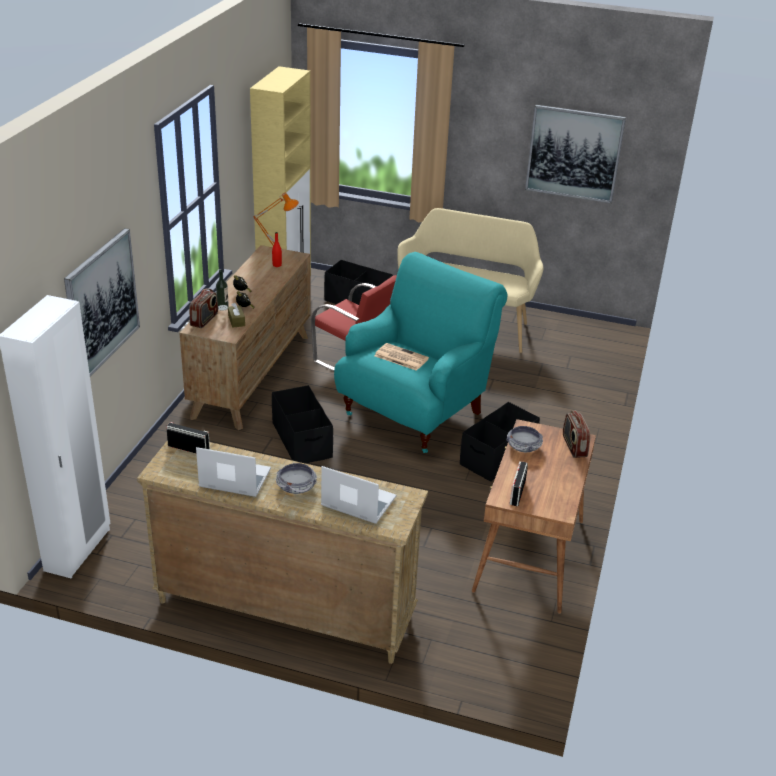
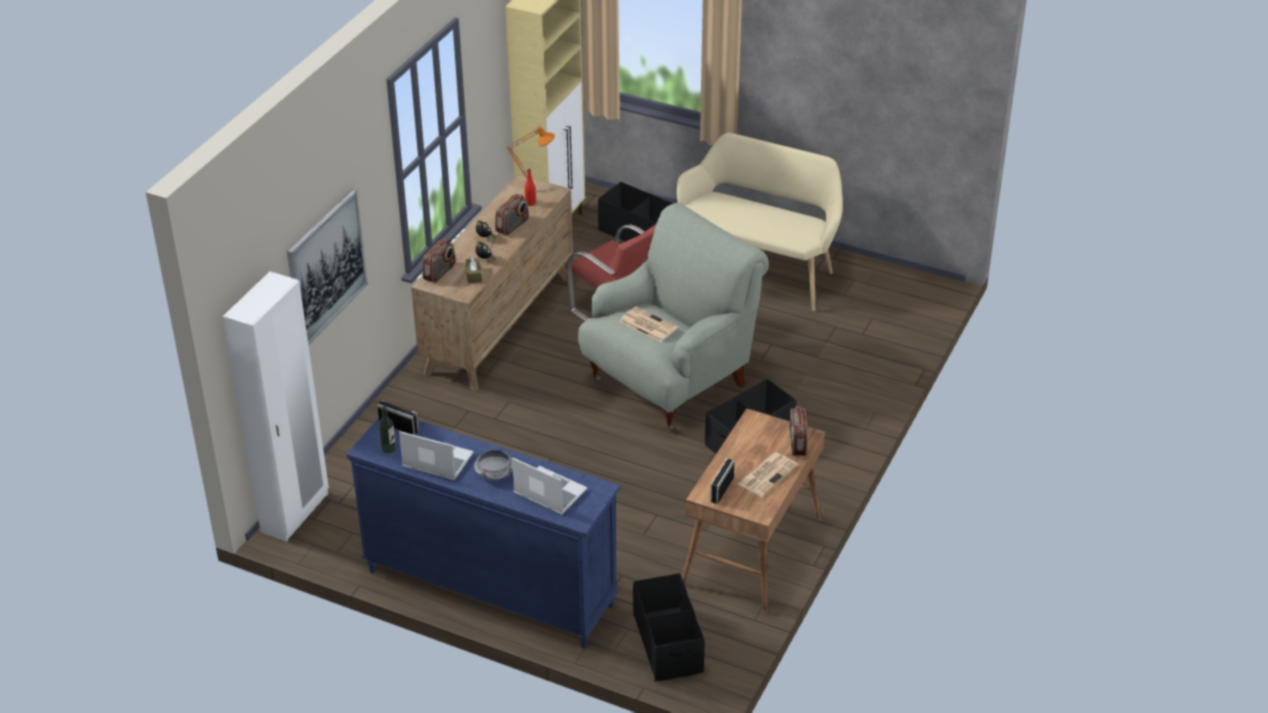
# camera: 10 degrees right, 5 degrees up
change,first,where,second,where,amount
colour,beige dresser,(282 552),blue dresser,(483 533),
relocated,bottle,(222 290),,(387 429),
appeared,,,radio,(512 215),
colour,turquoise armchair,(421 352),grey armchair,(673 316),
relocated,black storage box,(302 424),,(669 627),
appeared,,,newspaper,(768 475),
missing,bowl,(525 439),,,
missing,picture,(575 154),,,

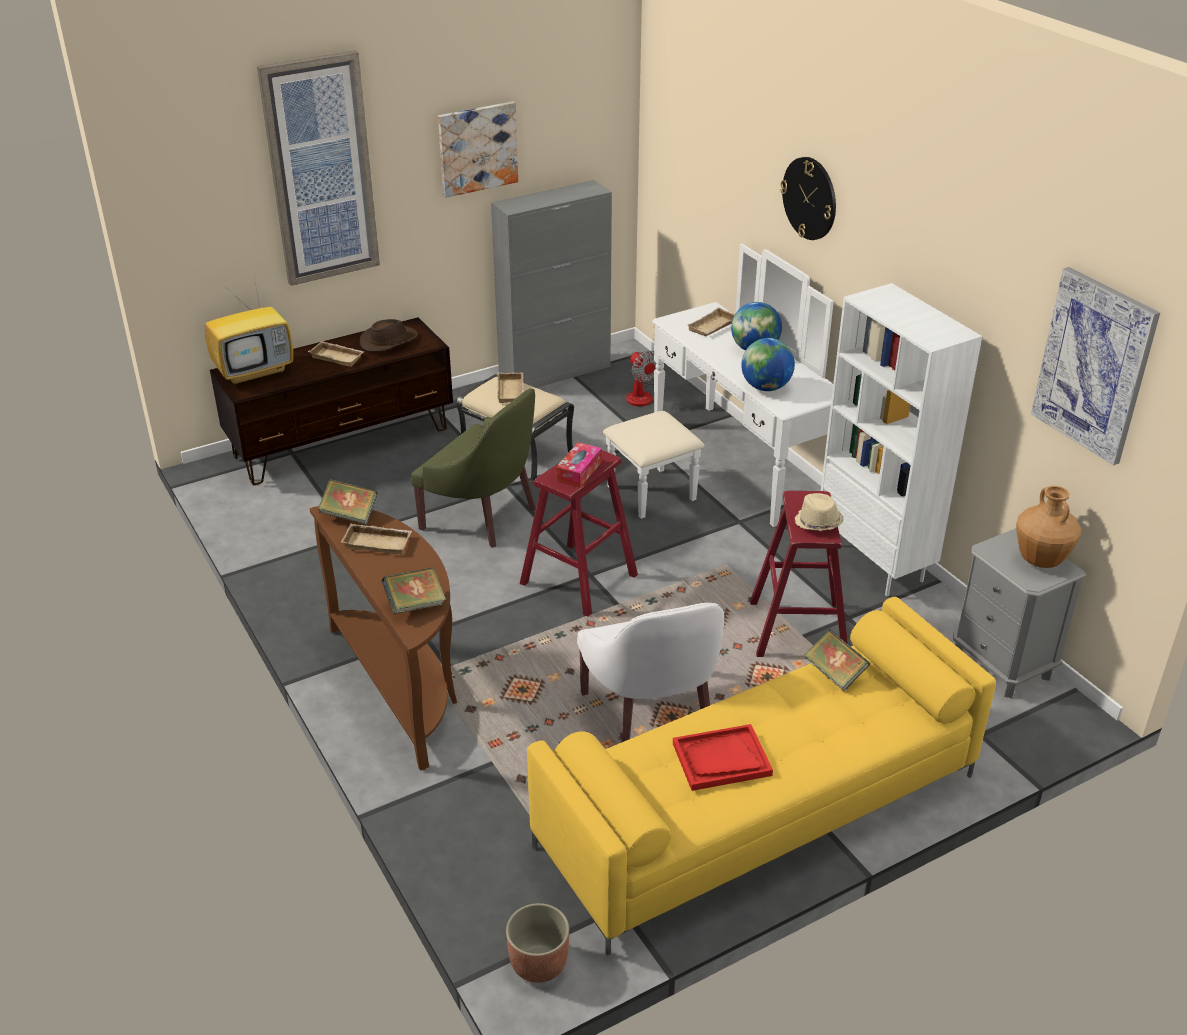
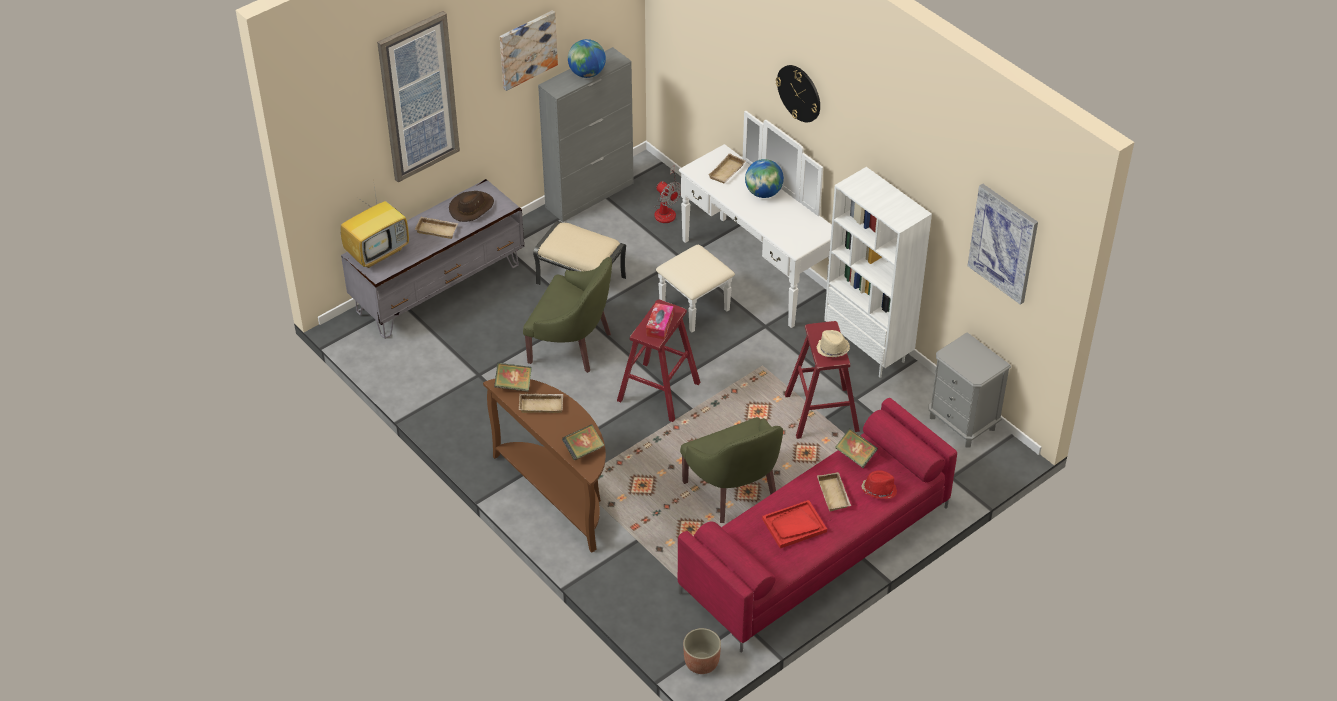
# camera: 10 degrees left, 10 degrees up
change,first,where,second,where,amount
colour,brown tv stand,(331 401),grey tv stand,(432 259),
relocated,globe,(768 364),,(587 58),
colour,yellow sofa,(761 776),red sofa,(817 525),
colour,white armchair,(650 672),green armchair,(731 470),
relocated,beige tray,(510 387),,(834 491),
appeared,,,red hat,(879 484),
missing,brown vase,(1049 527),,,

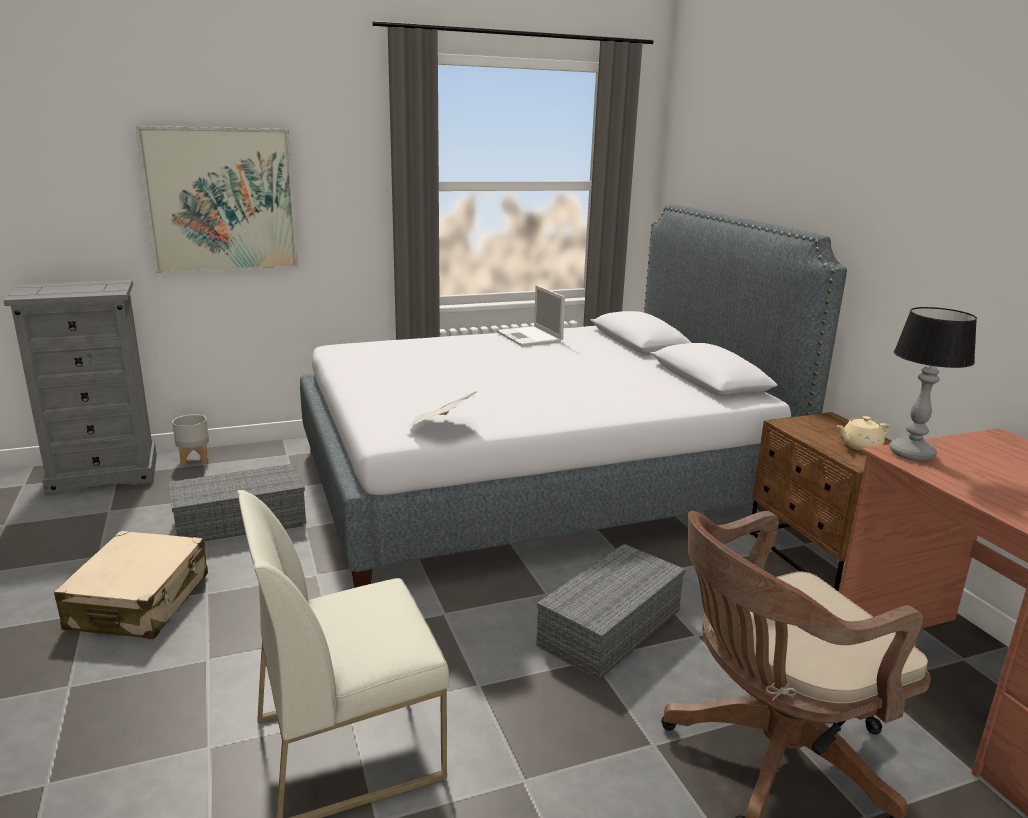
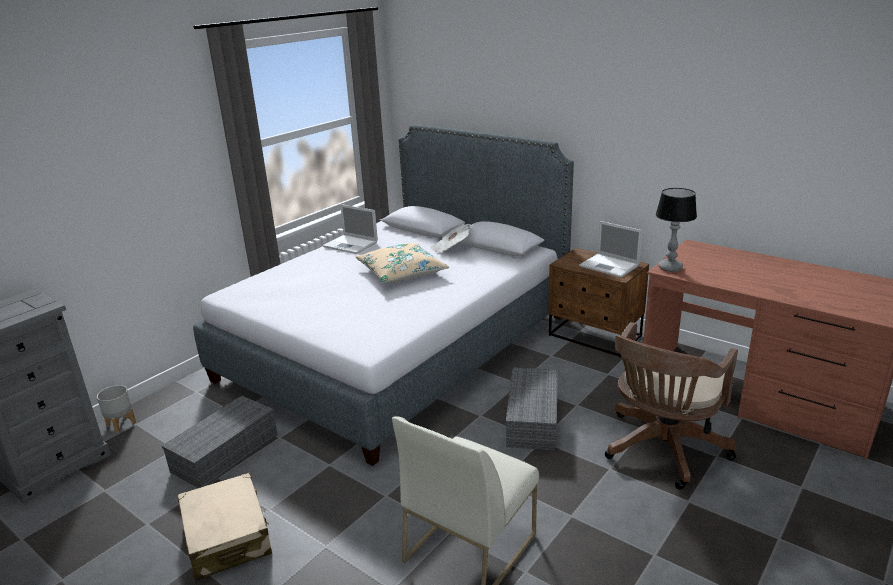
# camera: 30 degrees left, 5 degrees up
change,first,where,second,where,amount
appeared,,,beige pillow,(402 263),
relocated,newspaper,(443 409),,(451 238),
exchanged,beige teapot,(863 433),laptop,(611 249),
missing,picture,(217 200),,,

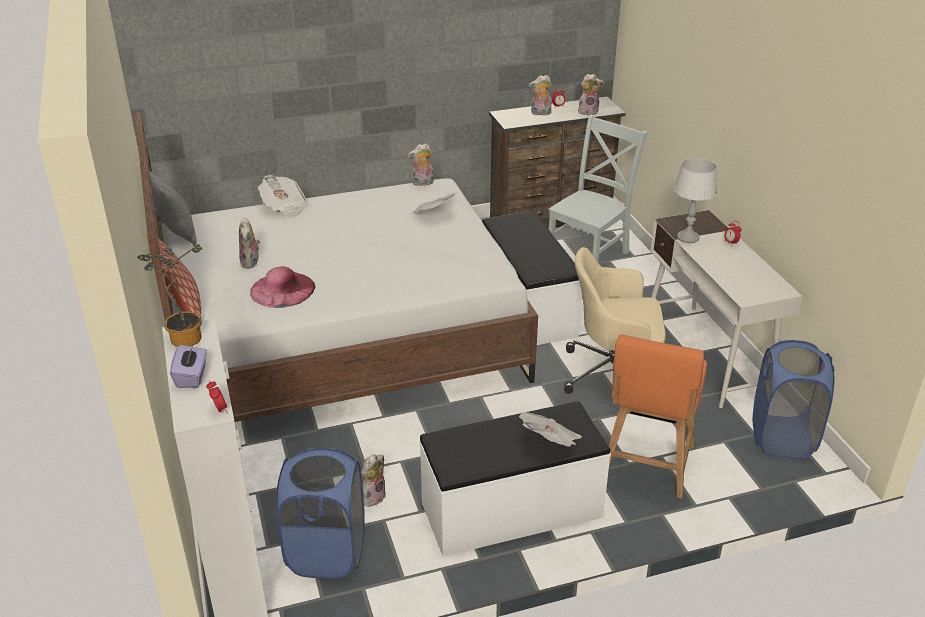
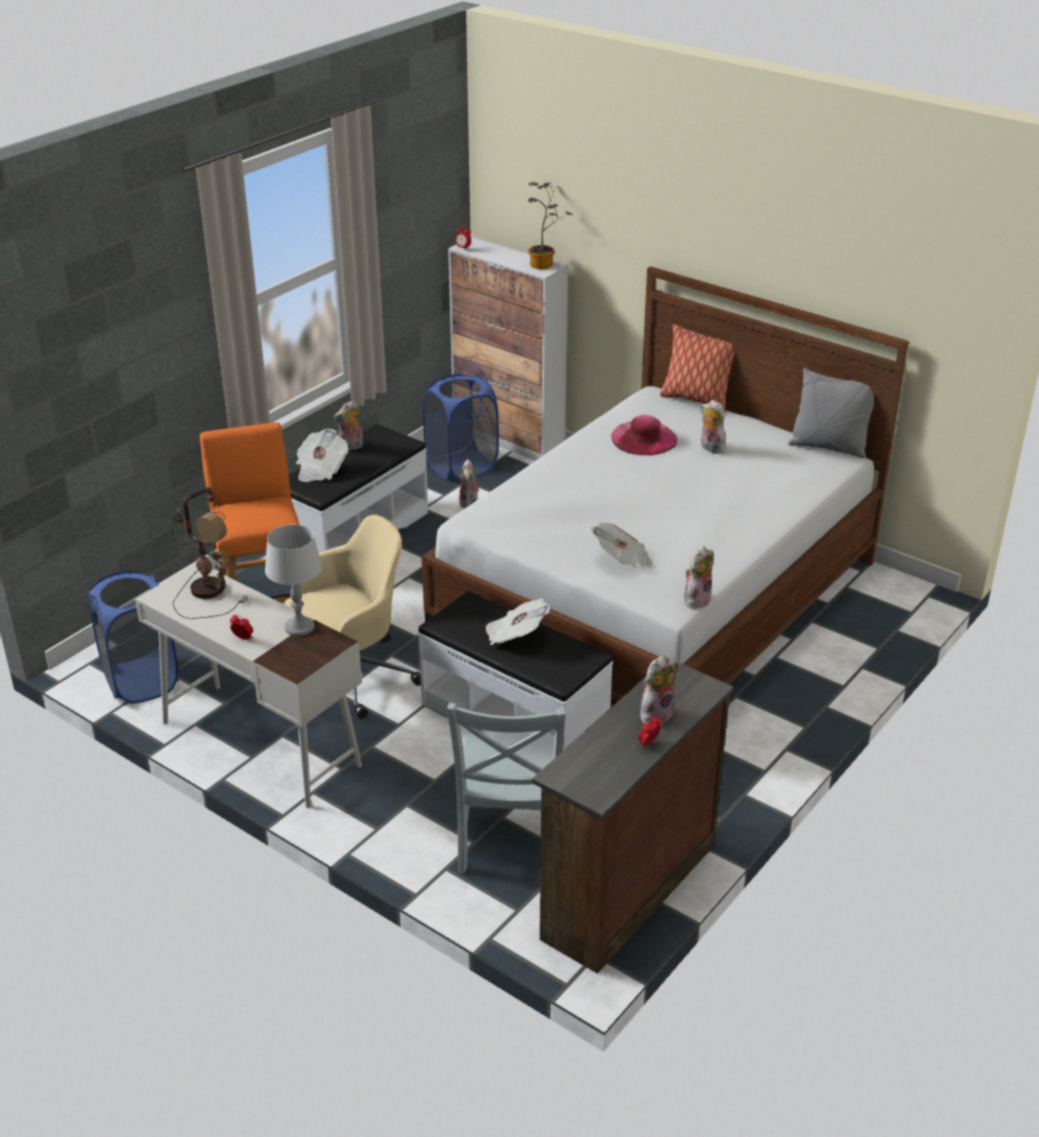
# camera: 145 degrees right, 0 degrees up
change,first,where,second,where,amount
appeared,,,table lamp,(210 553),
relocated,plush toy,(591 94),,(348 426),
relocated,newspaper,(283 196),,(518 622),
missing,purple tissue box,(188 366),,,

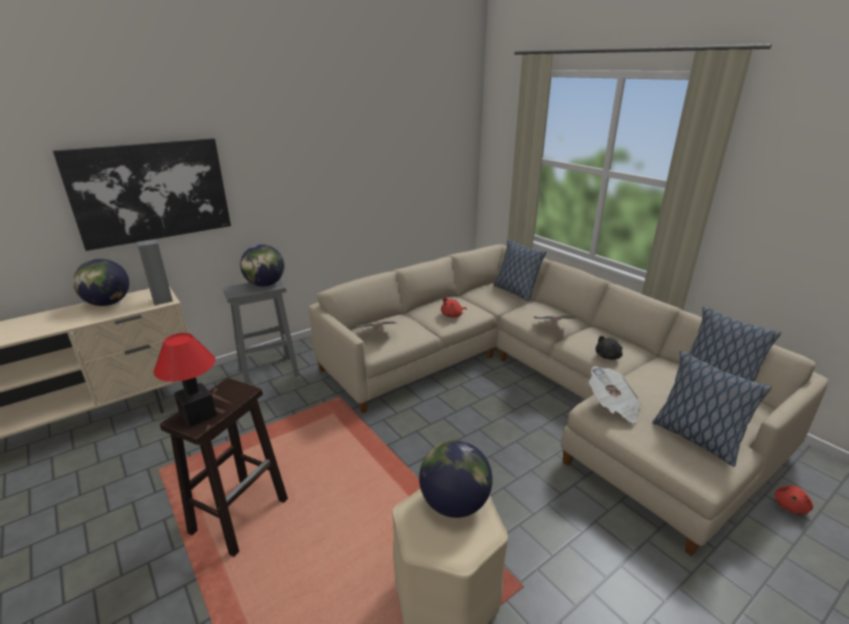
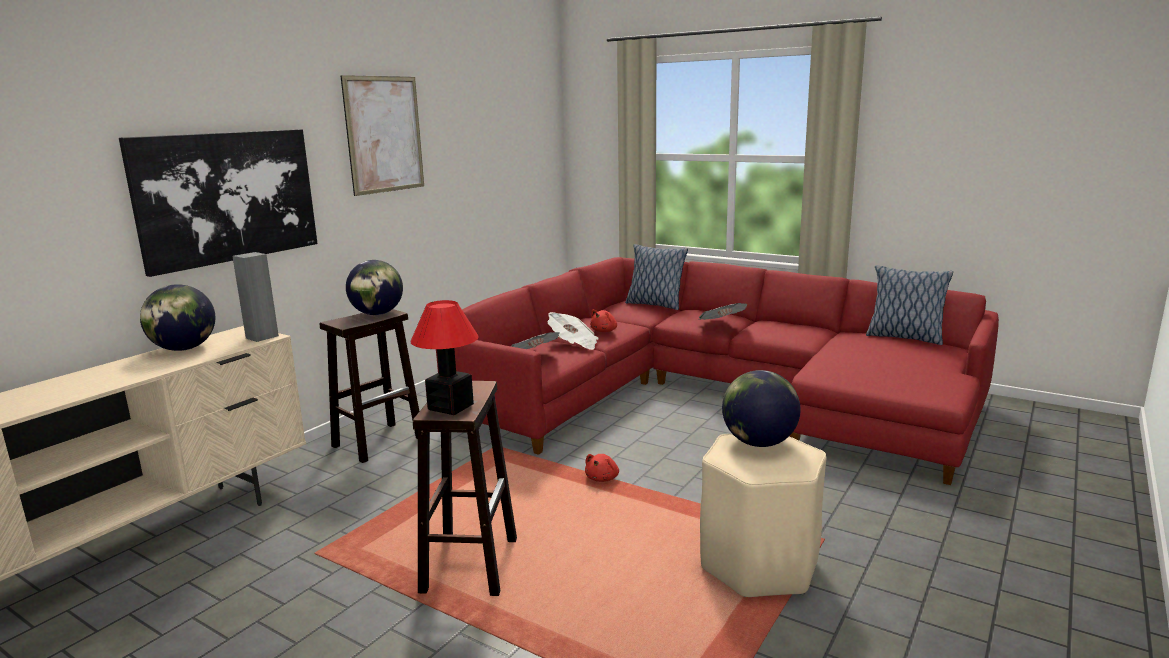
# camera: 20 degrees left, 10 degrees down
change,first,where,second,where,amount
colour,grey stool,(261 332),brown stool,(370 386),
appeared,,,picture,(382 135),
colour,beige sofa,(568 400),red sofa,(717 371),
relocated,newspaper,(615 394),,(572 331),
relocated,red plush toy,(794 500),,(602 468),
missing,black plush toy,(609 348),,,
missing,pillow,(712 408),,,

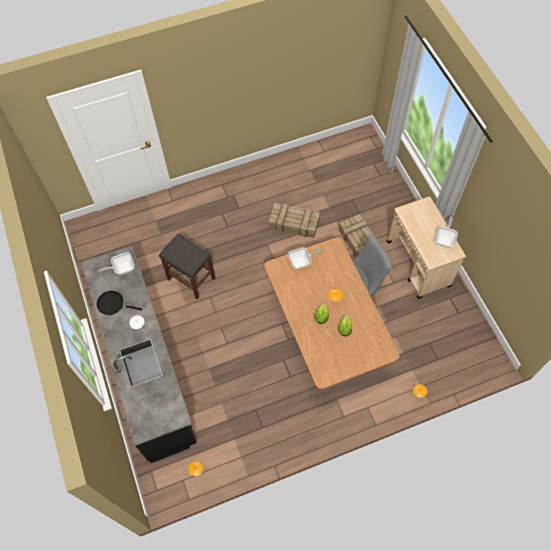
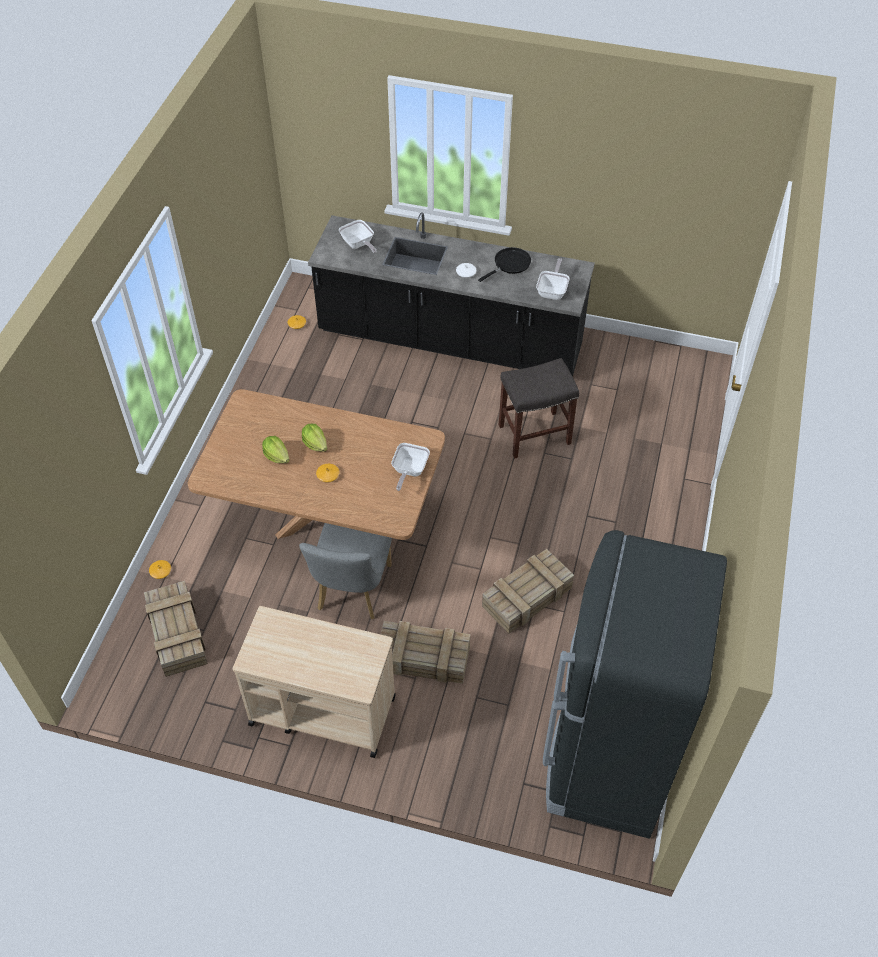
# camera: 125 degrees right, 10 degrees down
change,first,where,second,where,amount
appeared,,,crate,(176 629),
relocated,frying pan,(446 232),,(357 236),
appeared,,,black fridge,(635 684),

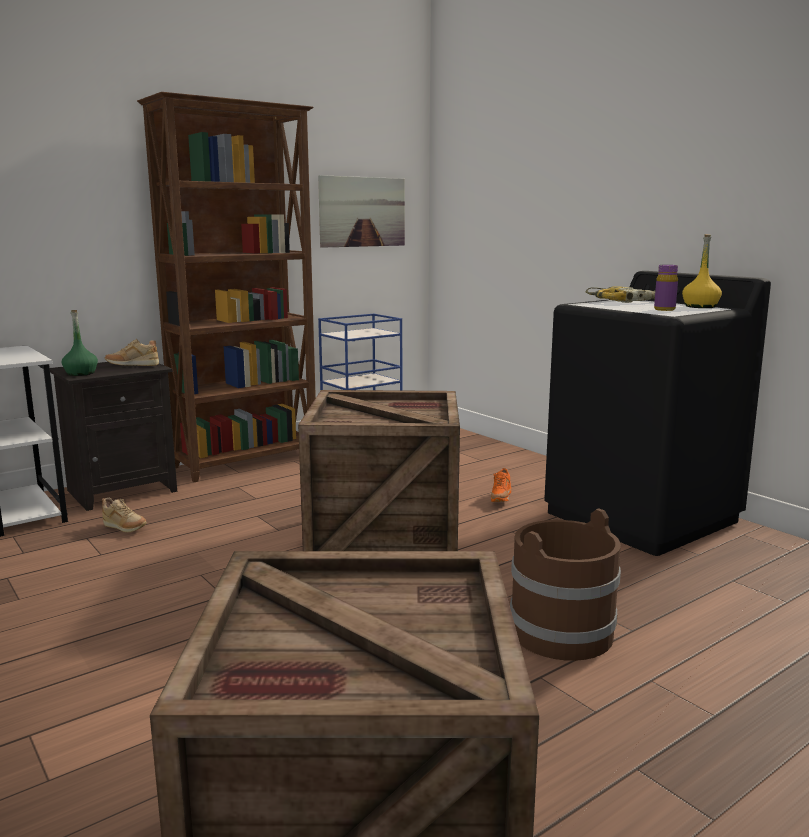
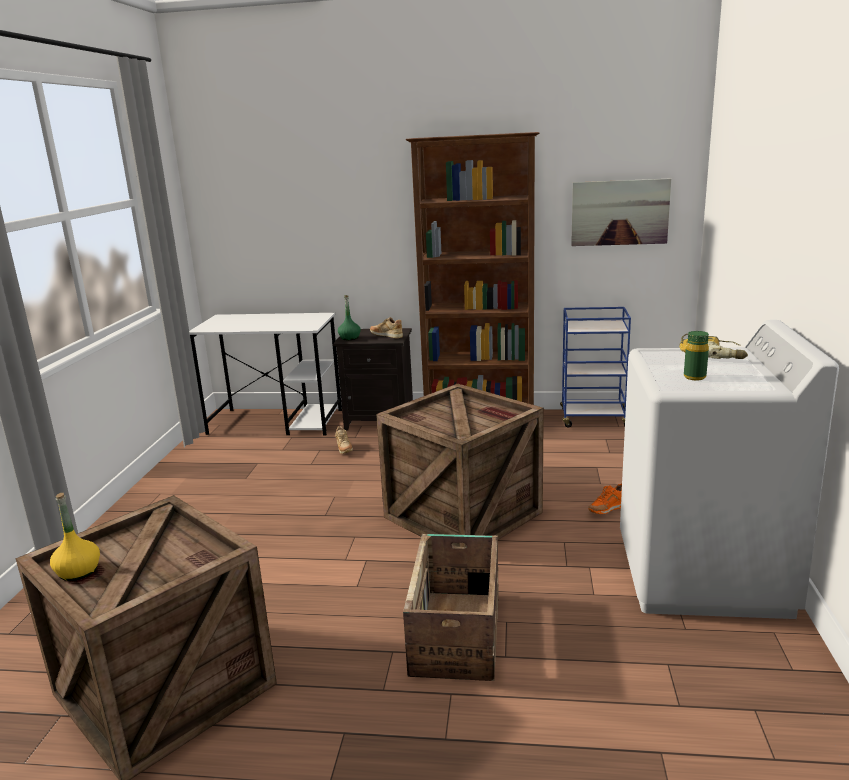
# camera: 45 degrees right, 5 degrees up
change,first,where,second,where,amount
relocated,yellow bottle,(702 271),,(75 537),
exchanged,brown bucket,(565 584),crate,(451 607),
colour,black washing machine,(657 413),white washing machine,(729 469),
colour,purple bottle,(666 288),green bottle,(696 355),

